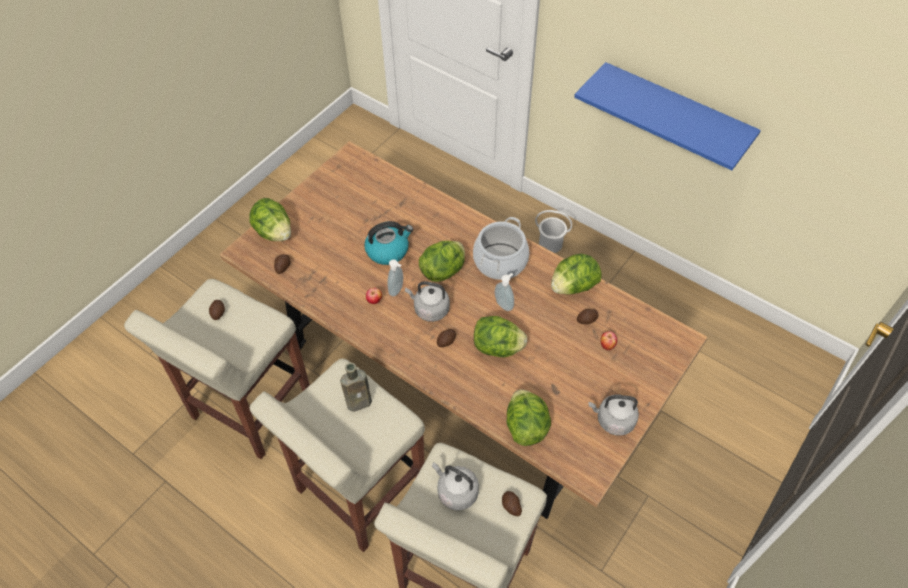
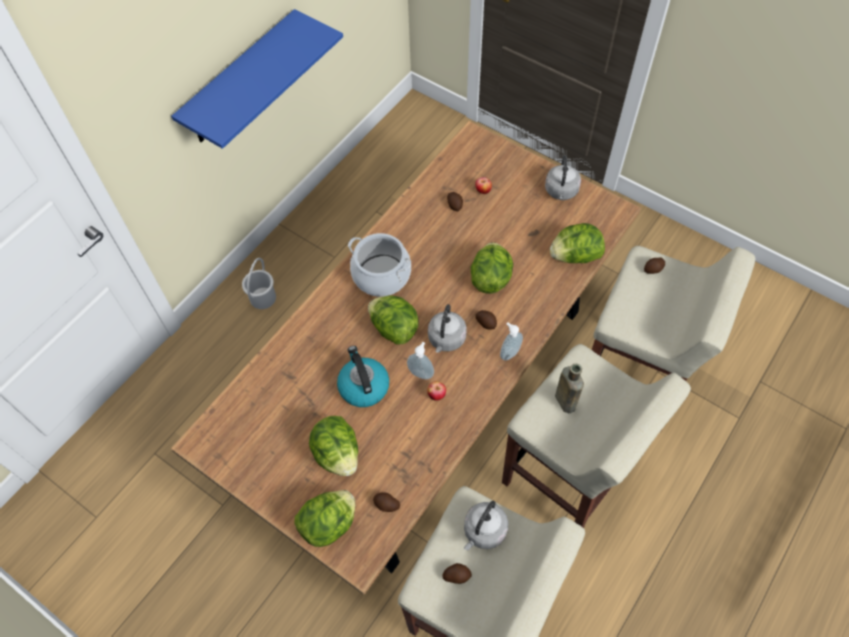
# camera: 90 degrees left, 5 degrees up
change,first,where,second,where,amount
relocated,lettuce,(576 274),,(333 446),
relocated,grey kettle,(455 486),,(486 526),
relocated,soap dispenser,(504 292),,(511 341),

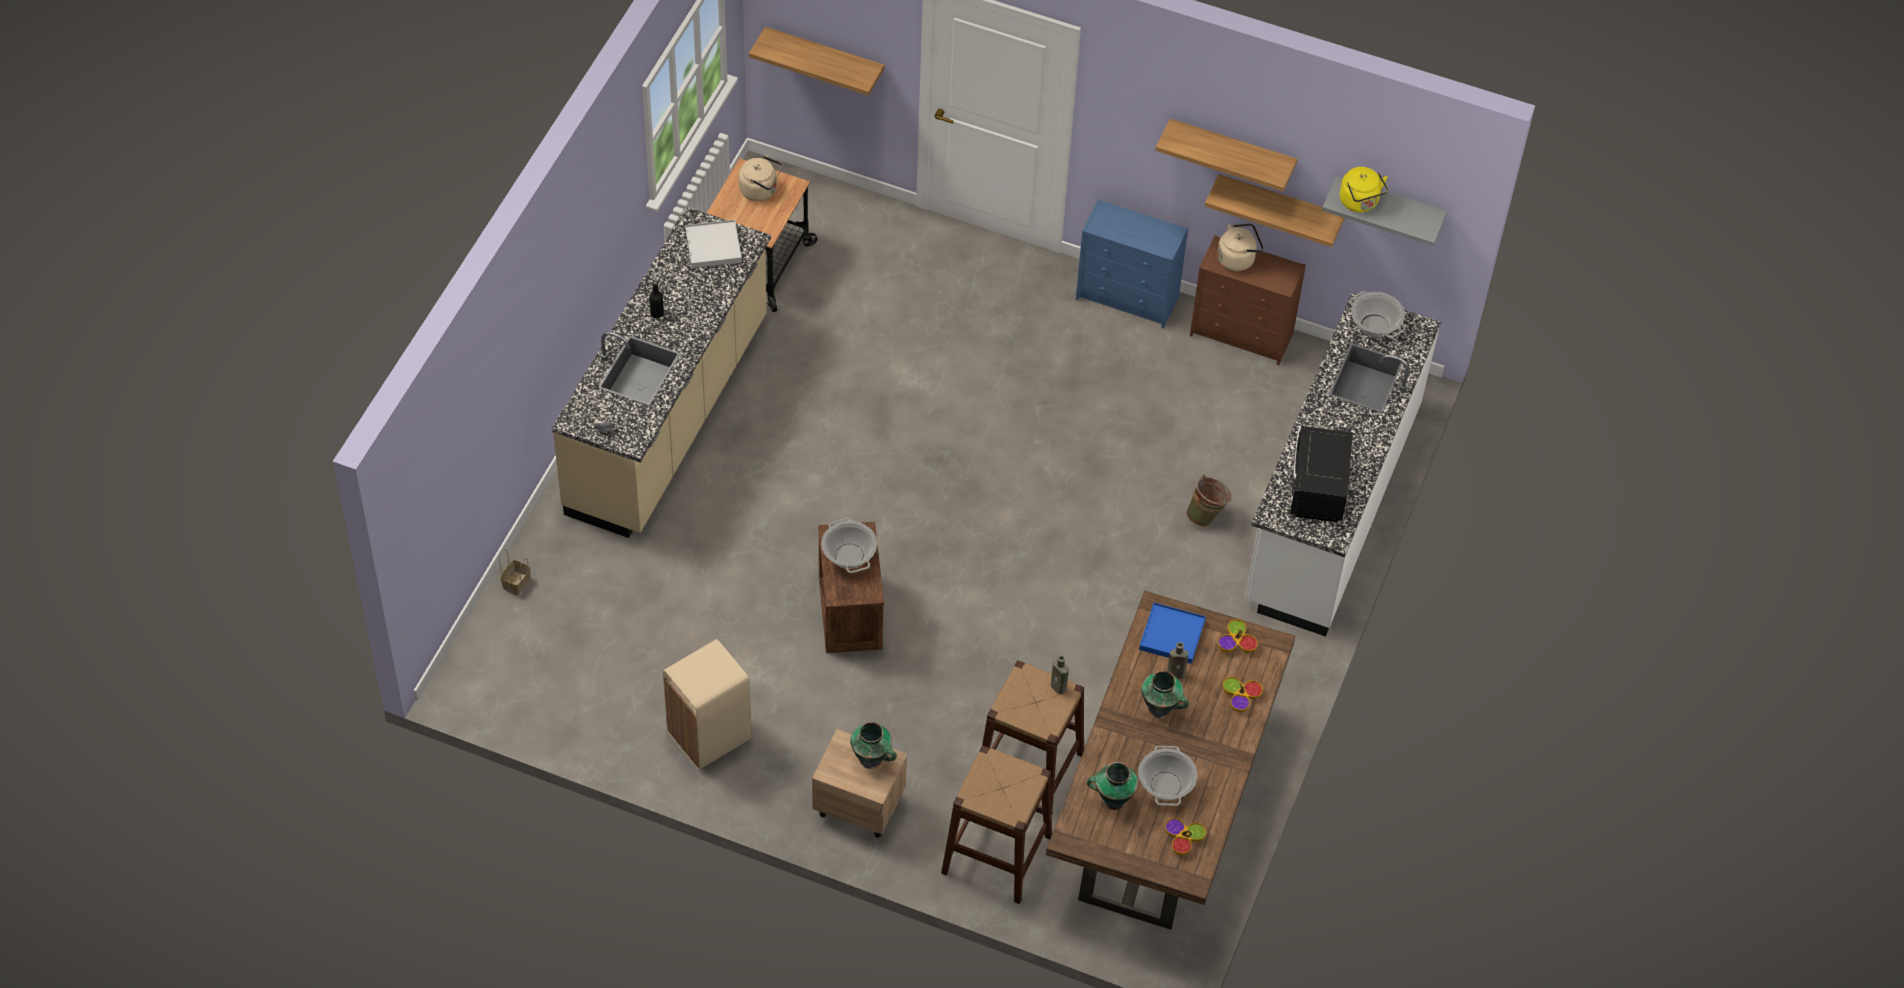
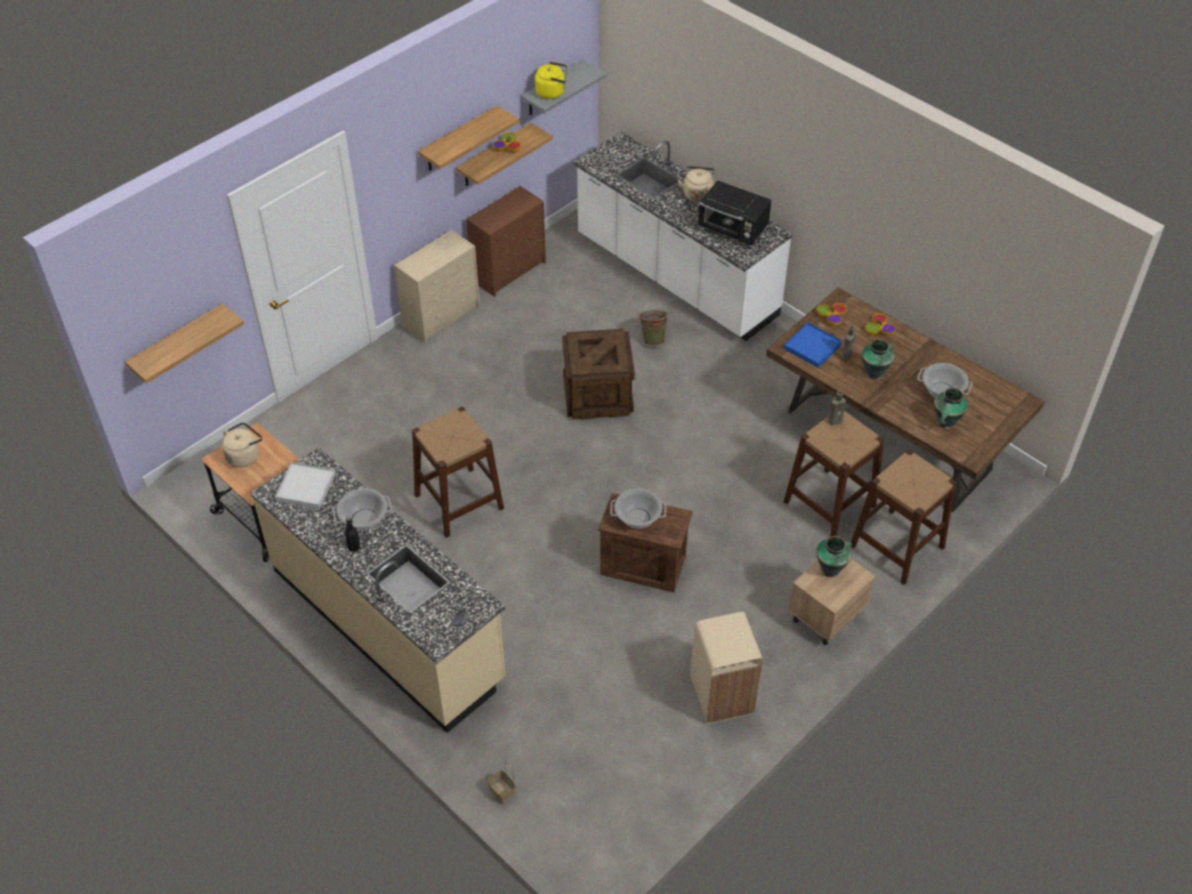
# camera: 65 degrees left, 5 degrees down
change,first,where,second,where,amount
relocated,cooking pot,(1377 314),,(362 509),
colour,blue dresser,(1132 264),beige dresser,(437 287),
appeared,,,brown stool,(458 472),
relocated,bowl,(1185 836),,(507 143),
appeared,,,crate,(598 374),
relocated,beige kettle,(1240 247),,(696 184),

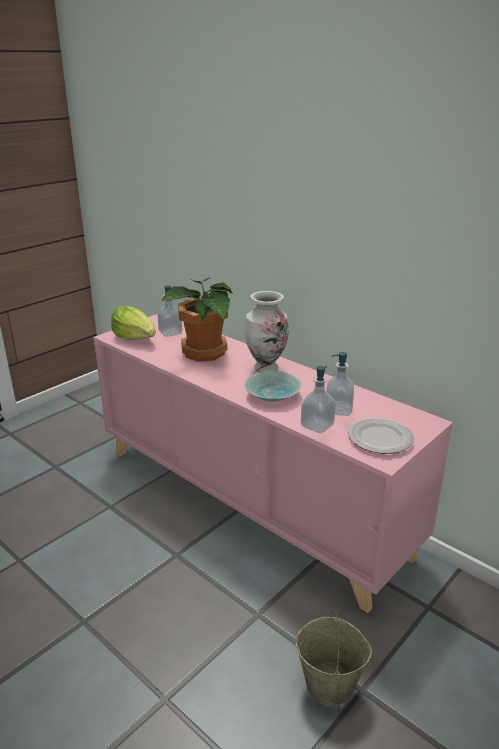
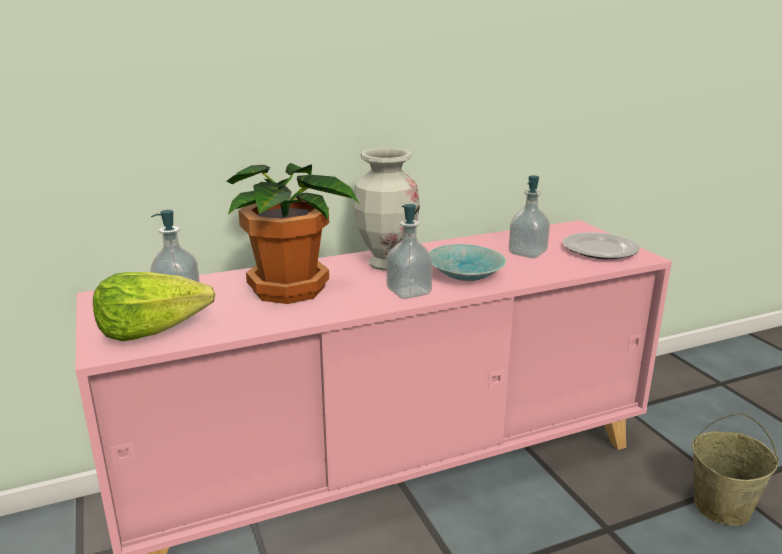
# camera: 65 degrees left, 5 degrees down
change,first,where,second,where,amount
relocated,soap dispenser,(318 399),,(409 251),

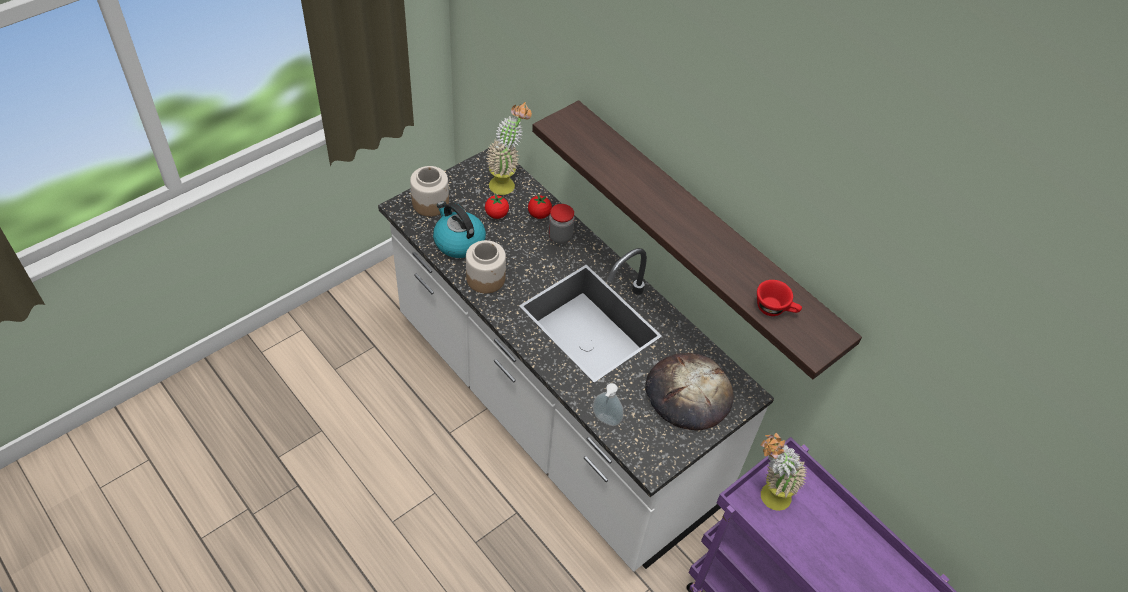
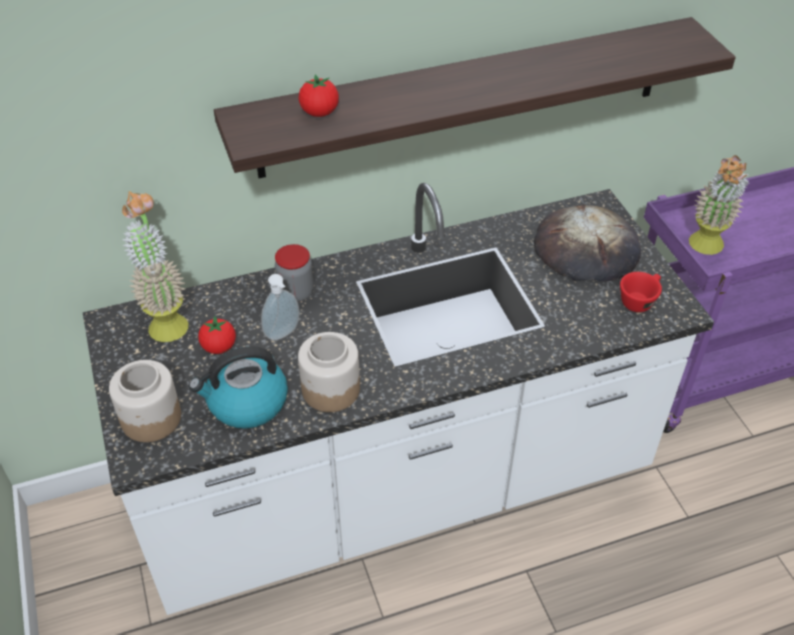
# camera: 65 degrees left, 5 degrees down
change,first,where,second,where,amount
relocated,soap dispenser,(608 404),,(280 307),
relocated,tomato,(540 206),,(319 95),
relocated,red cup,(779 298),,(641 292),

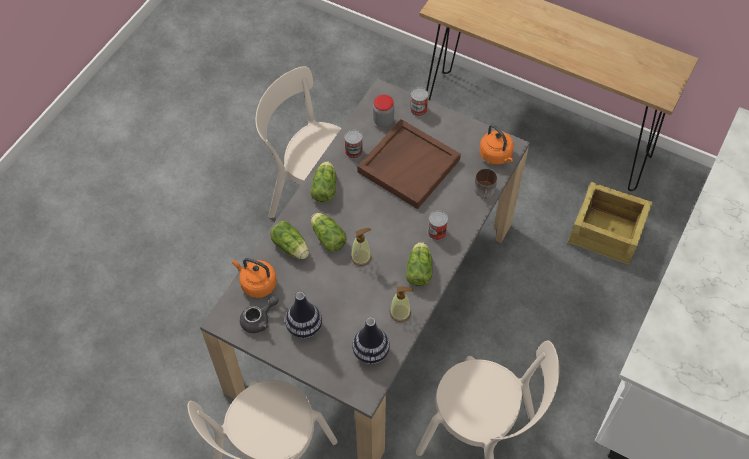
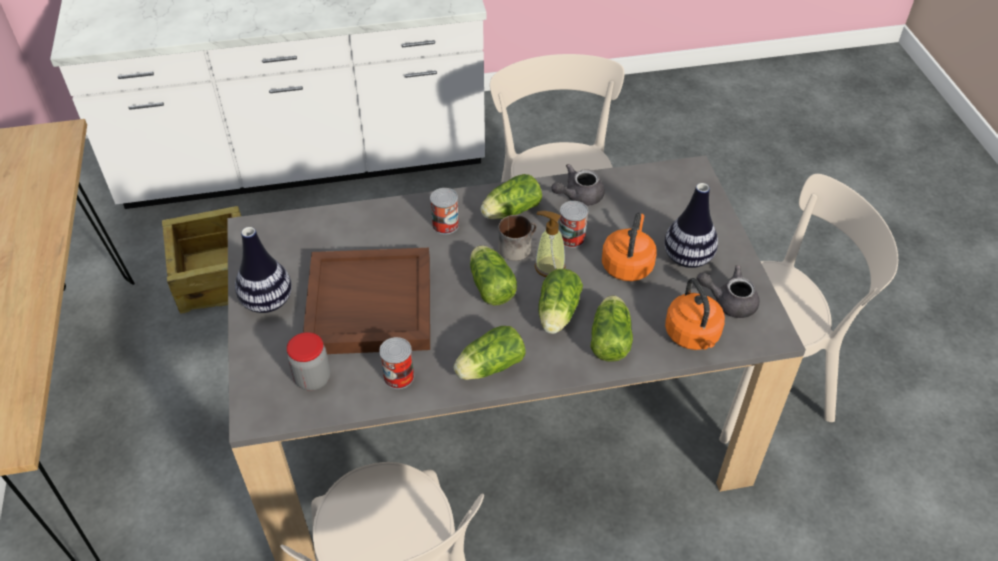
# camera: 130 degrees left, 10 degrees down
change,first,where,second,where,amount
relocated,vase,(371 340),,(263 270),
appeared,,,lettuce,(493 275),
relocated,mug,(485 183),,(517 238),
exchanged,soap dispenser,(401 304),grey teapot,(578 185),
relocated,can,(419 101),,(573 224),
relocated,orange kettle,(496 144),,(629 247),

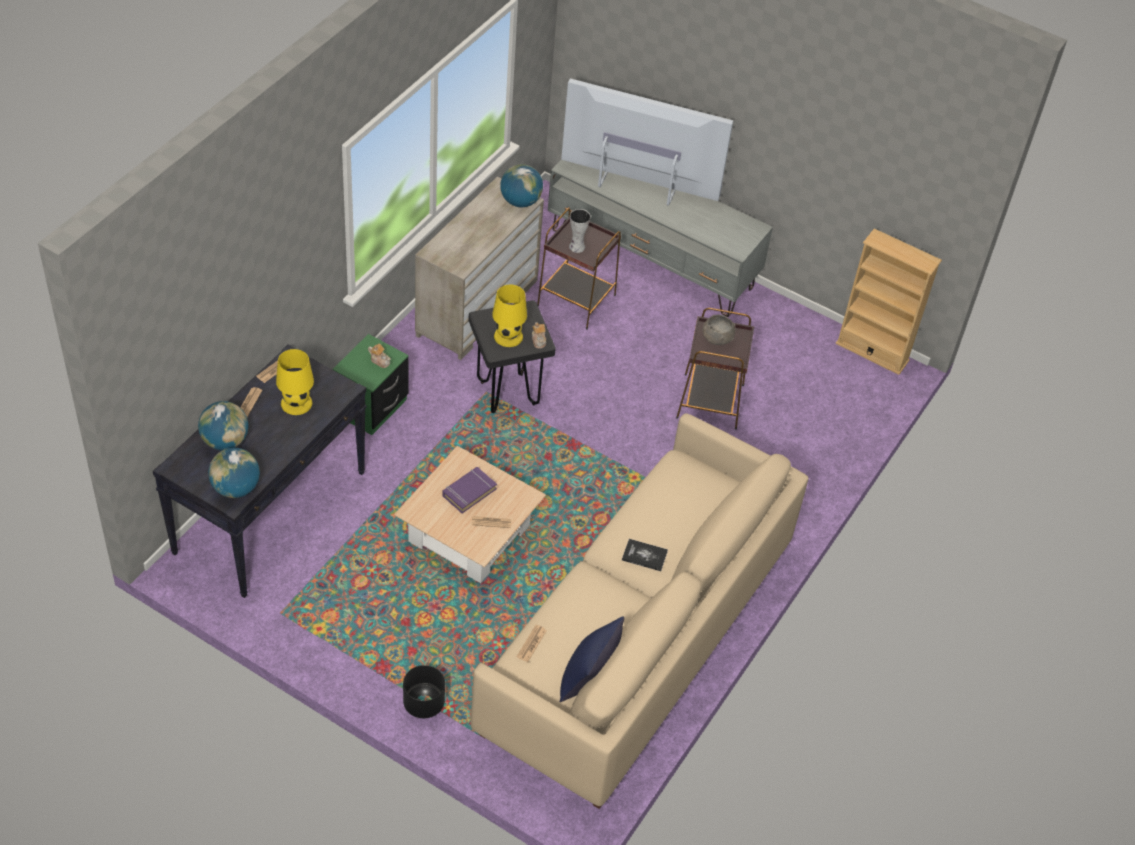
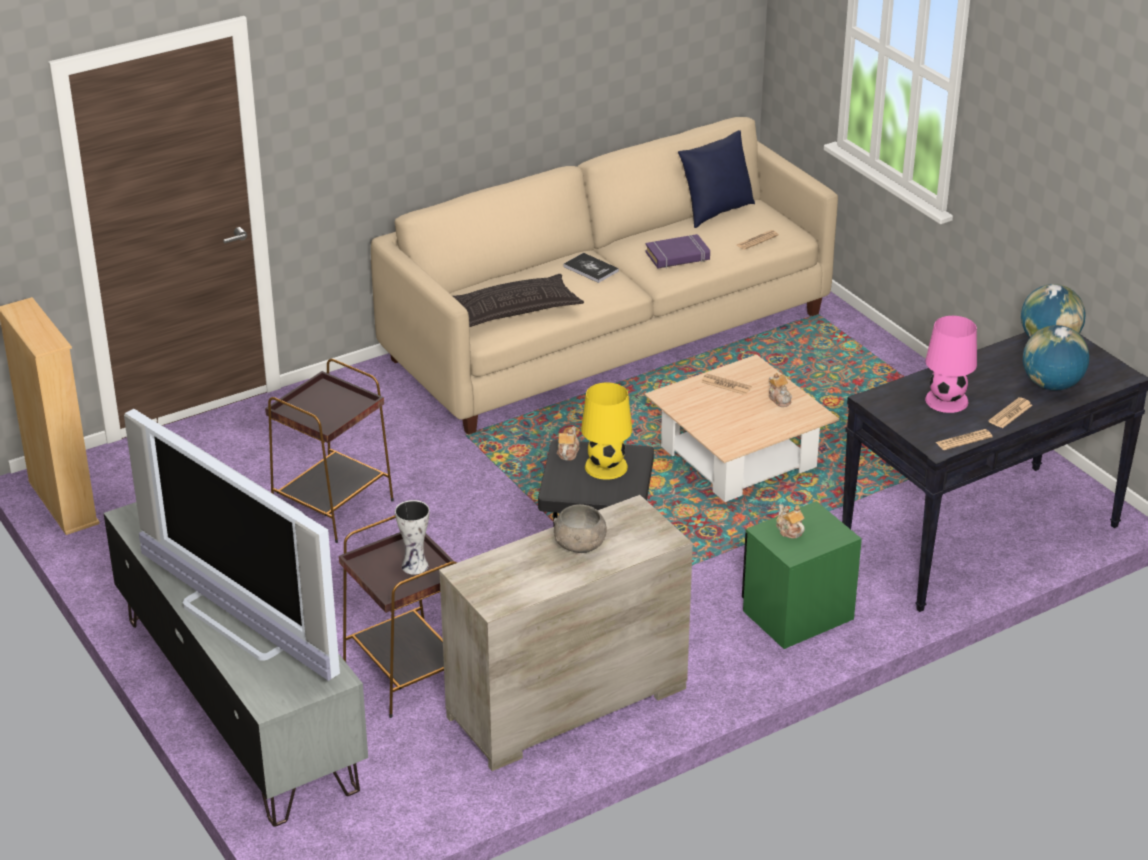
# camera: 150 degrees left, 15 degrees down
change,first,where,second,where,amount
appeared,,,pillow,(518 300),
relocated,grey bowl,(719 330),,(580 528),
relocated,purple book,(470 490),,(677 251),
appeared,,,teapot,(780 390),
colour,yellow table lamp,(295 382),pink table lamp,(951 364),
missing,black planter,(424 691),,,
missing,globe,(521 185),,,

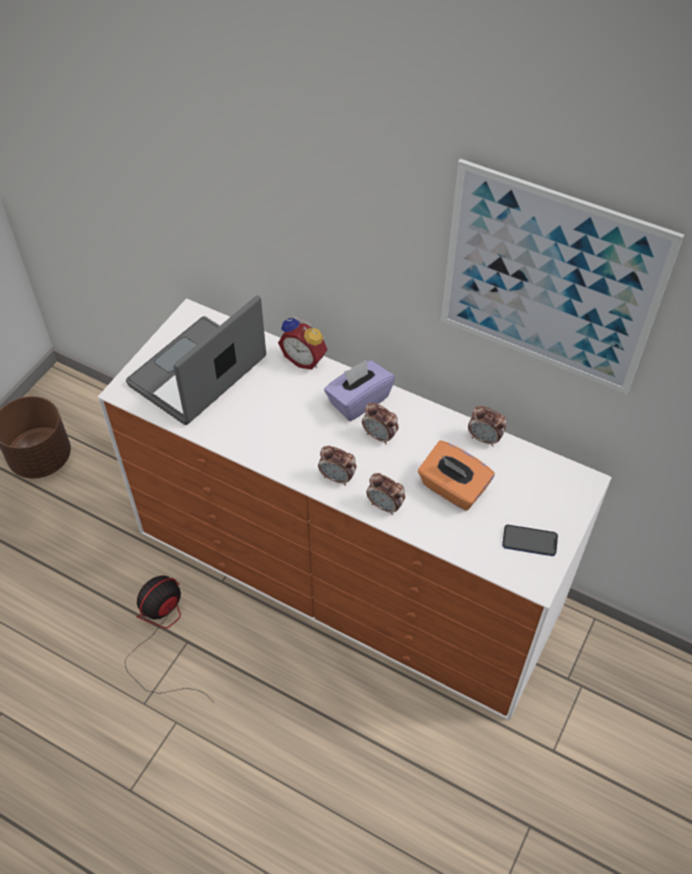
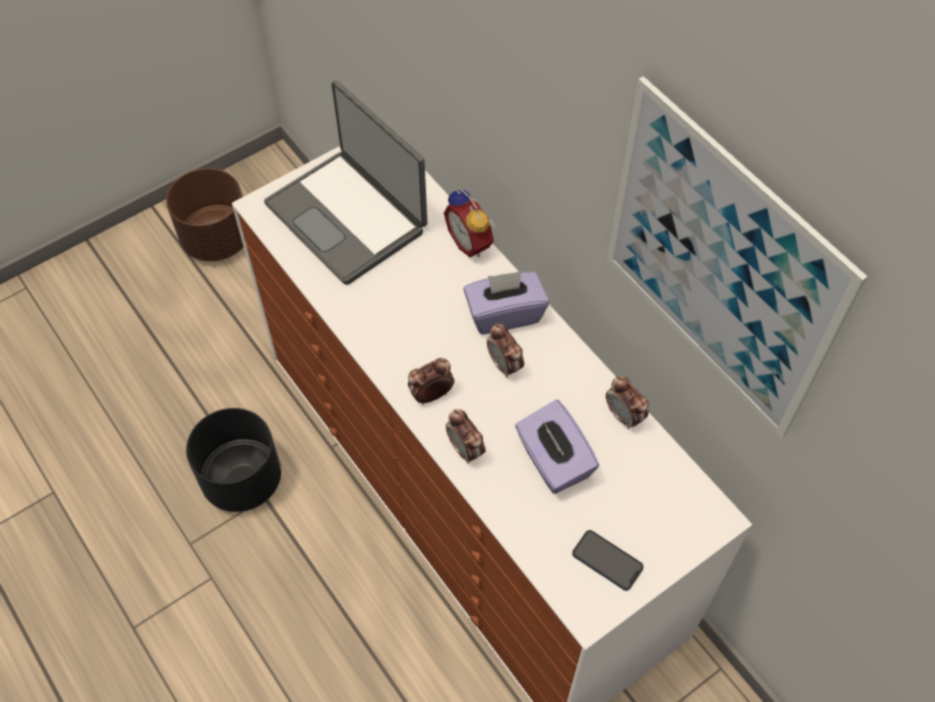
# camera: 25 degrees right, 5 degrees up
change,first,where,second,where,amount
exchanged,fan,(170 639),black planter,(233 460),
spun,laptop,(196 360),,(345 182),105 degrees counterclockwise
spun,alarm clock,(337 466),,(431 381),105 degrees clockwise
colour,orange tissue box,(456 476),purple tissue box,(557 447),

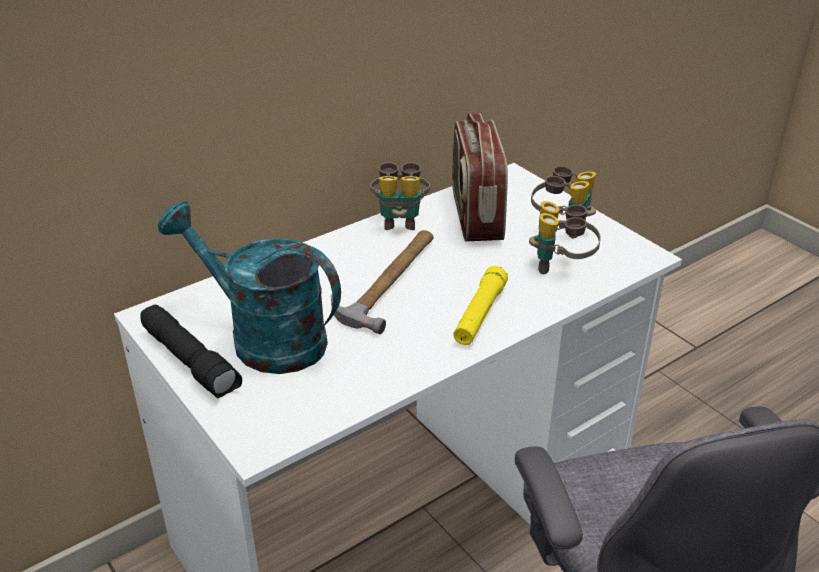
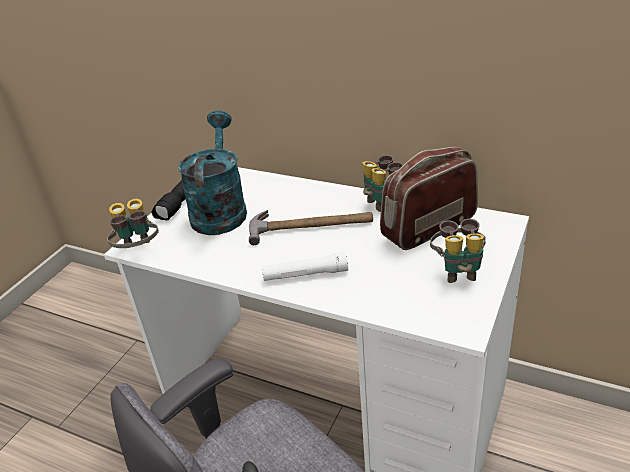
# camera: 65 degrees right, 0 degrees up
change,first,where,second,where,amount
relocated,binoculars,(565 237),,(133 223),
colour,yellow flashlight,(480 305),white flashlight,(305 266),

